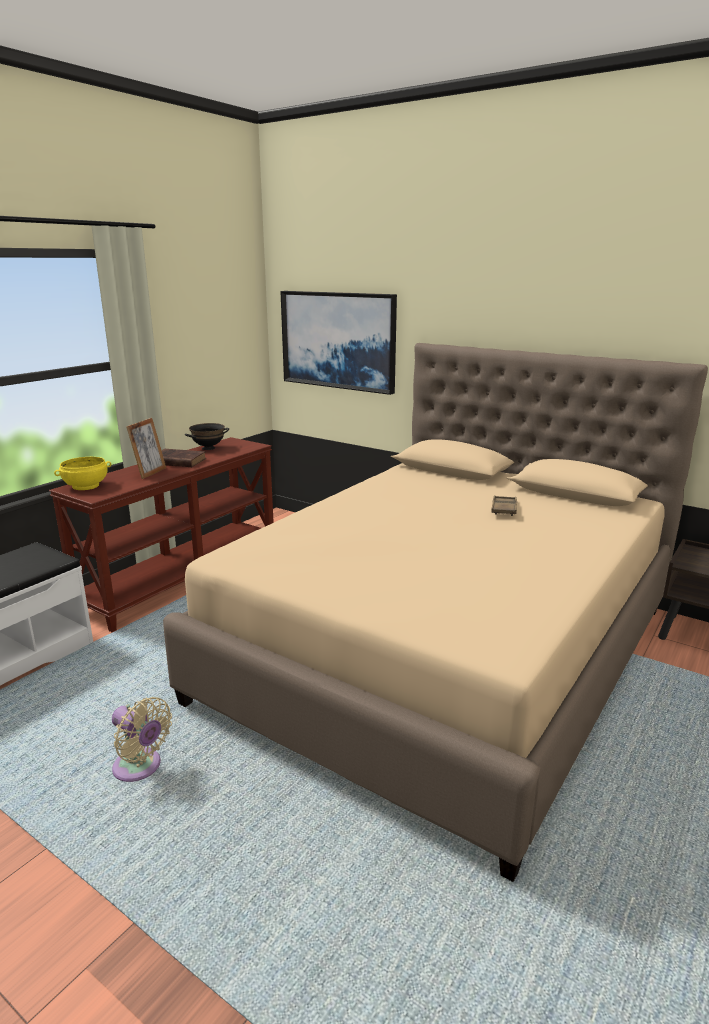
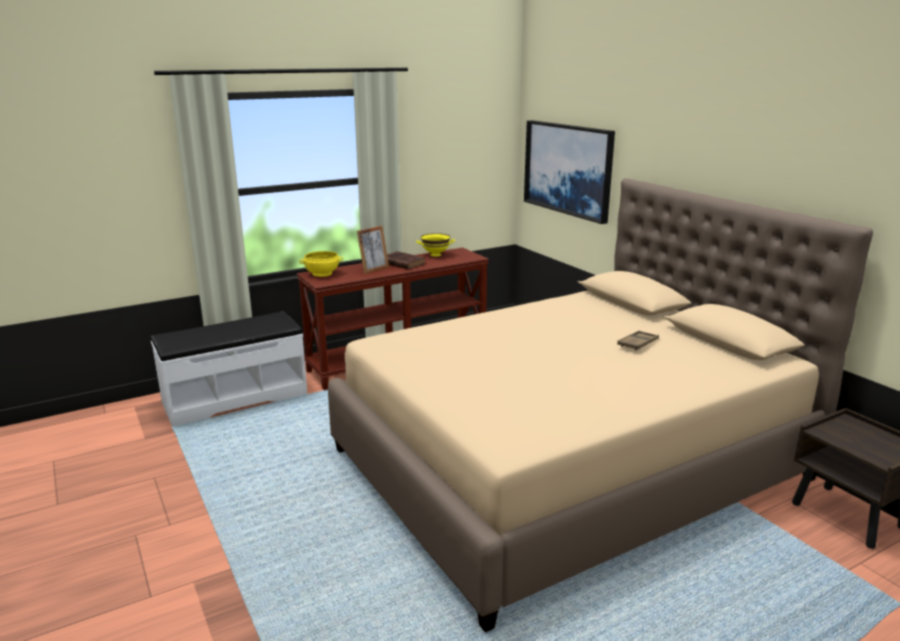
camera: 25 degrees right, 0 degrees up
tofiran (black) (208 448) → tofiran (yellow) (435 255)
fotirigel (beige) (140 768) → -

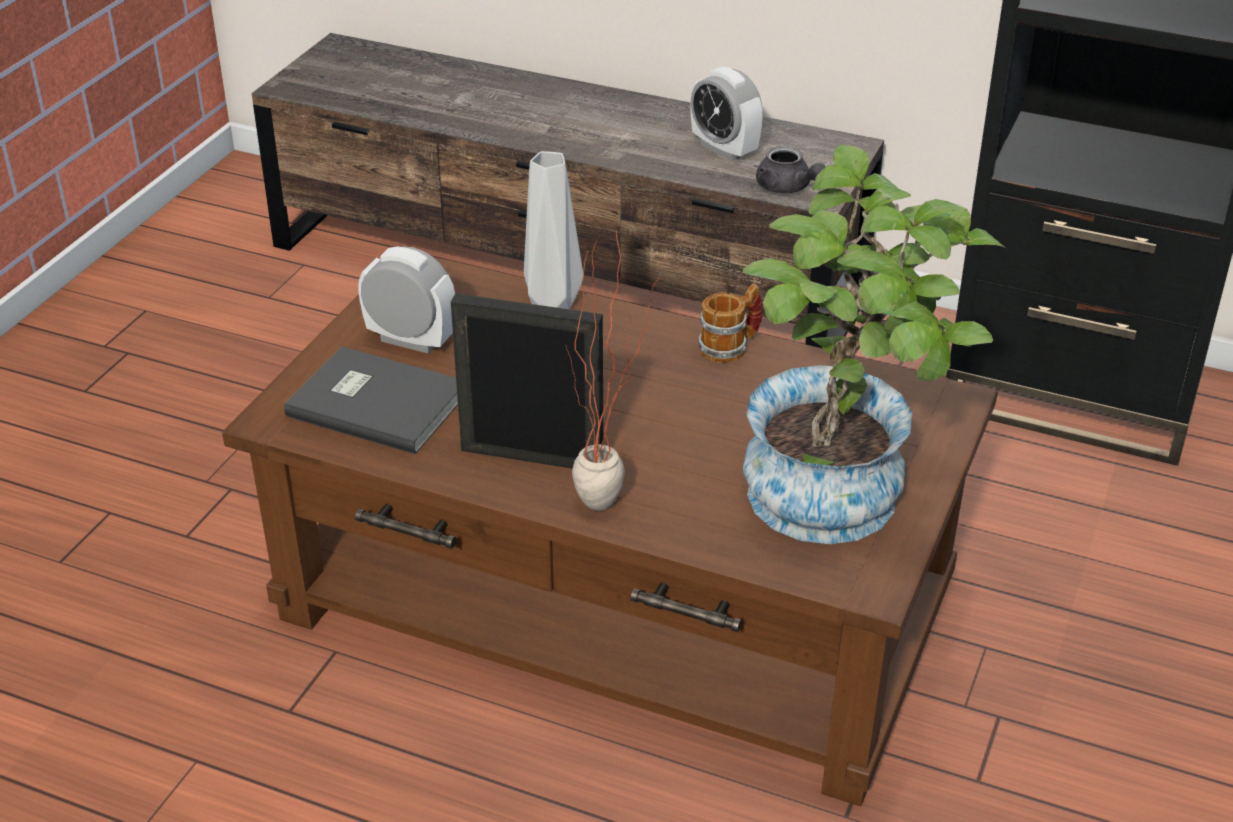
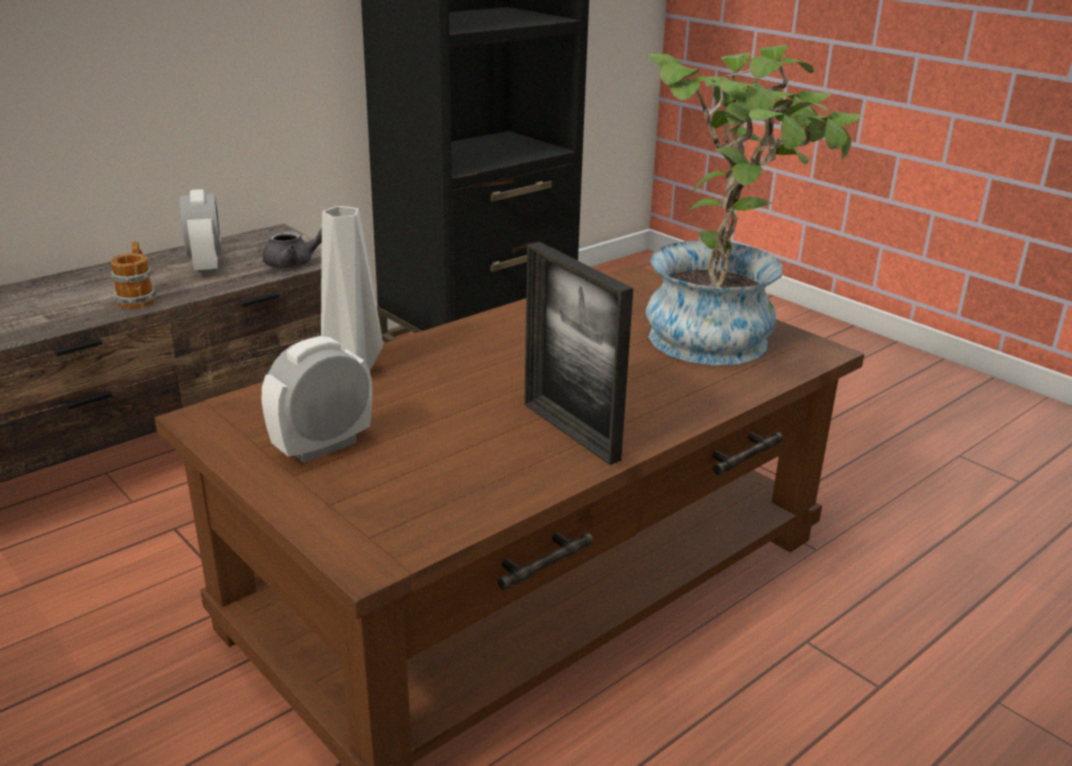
camera: 65 degrees left, 10 degrees down
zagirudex (724 149) → zagirudex (206 267), 90 degrees counterclockwise
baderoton (613 509) → -
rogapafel (730 347) → rogapafel (138 298), move
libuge (532 457) → libuge (570 431), 75 degrees counterclockwise
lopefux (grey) (377 402) → -

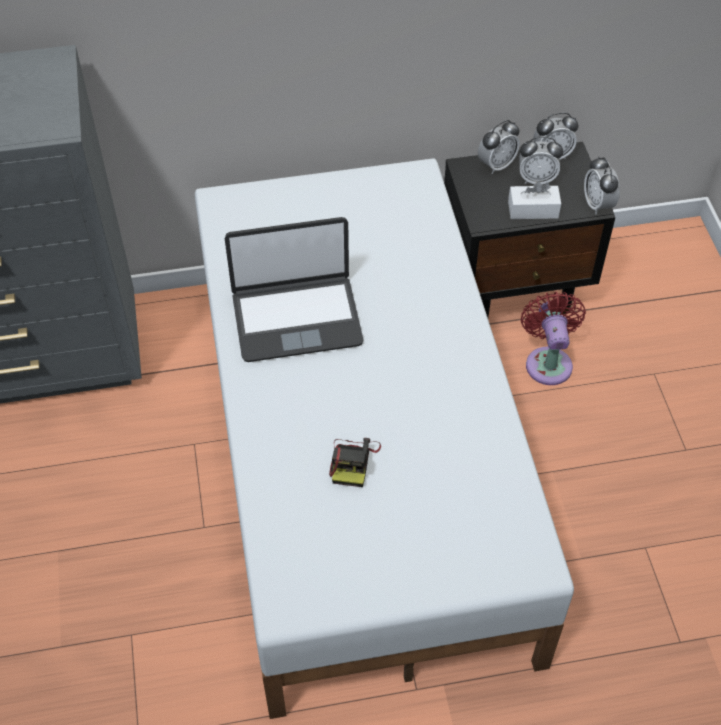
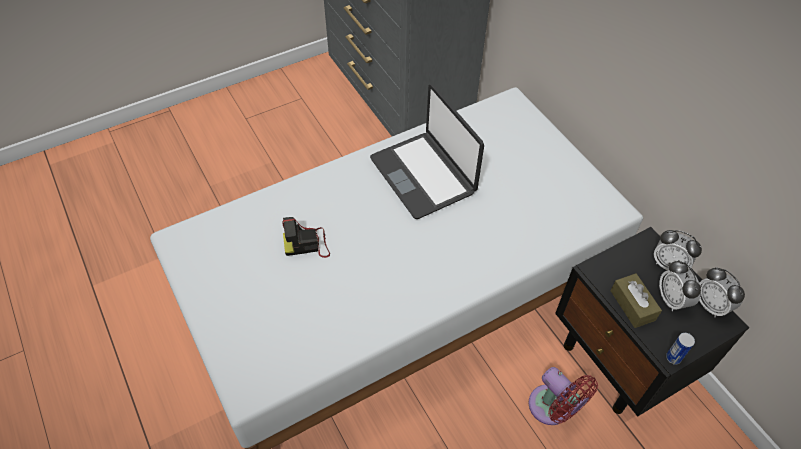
camera: 70 degrees right, 0 degrees up
zagirudex (597 204) → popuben (673 358)
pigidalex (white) (533 209) → pigidalex (brown) (632 305)
fotirigel (red) (548 361) → fotirigel (red) (553 409), 75 degrees clockwise

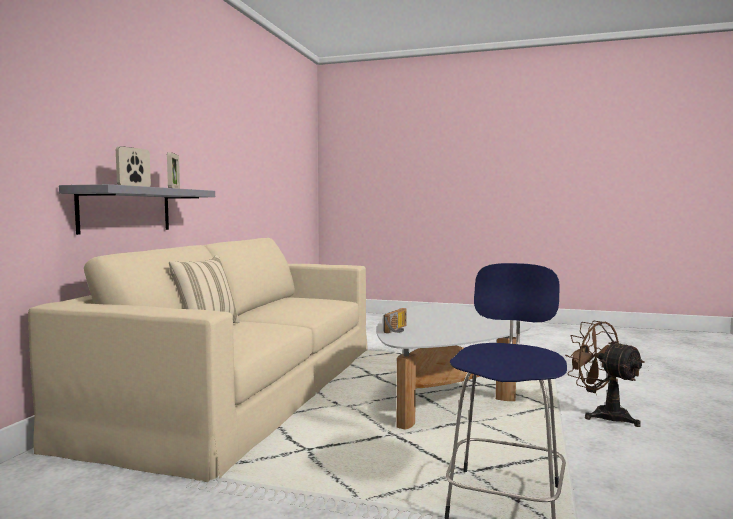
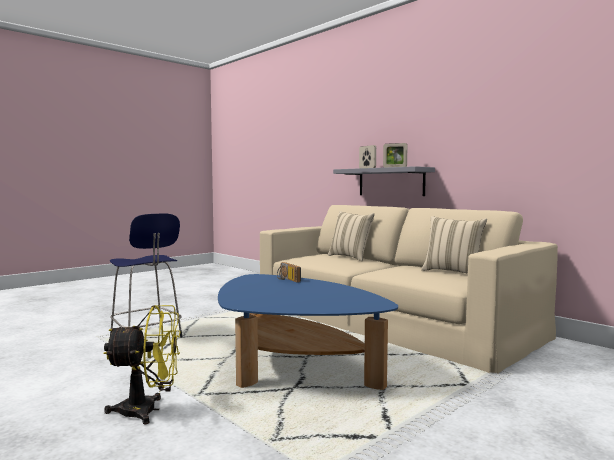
camera: 120 degrees right, 0 degrees up
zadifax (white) (444 395) → zadifax (blue) (293 366)
fotirigel (brown) (603 414) → fotirigel (yellow) (148 410)
- → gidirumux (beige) (453 272)

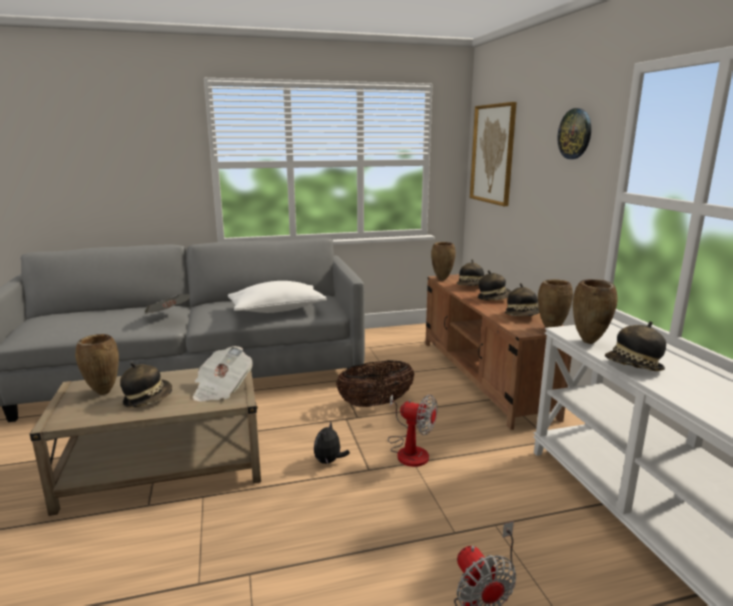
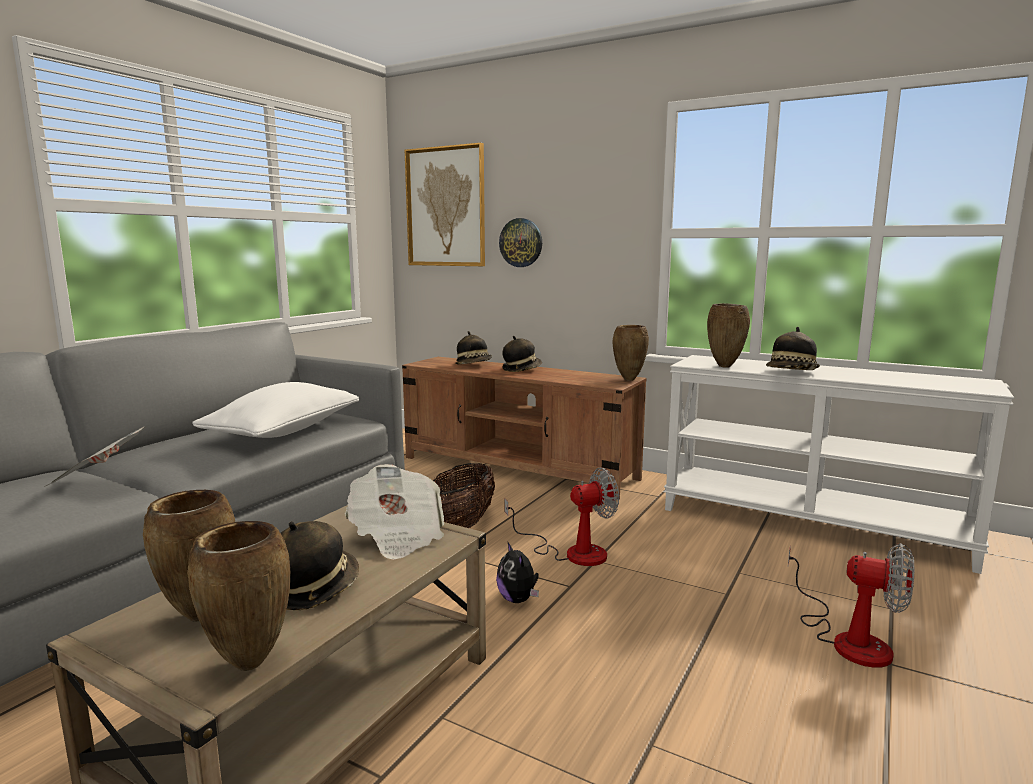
camera: 45 degrees left, 5 degrees down
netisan (575 134) → netisan (521 242), move
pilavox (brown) (441 279) → pilavox (brown) (248 665), move
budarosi (523 316) → -

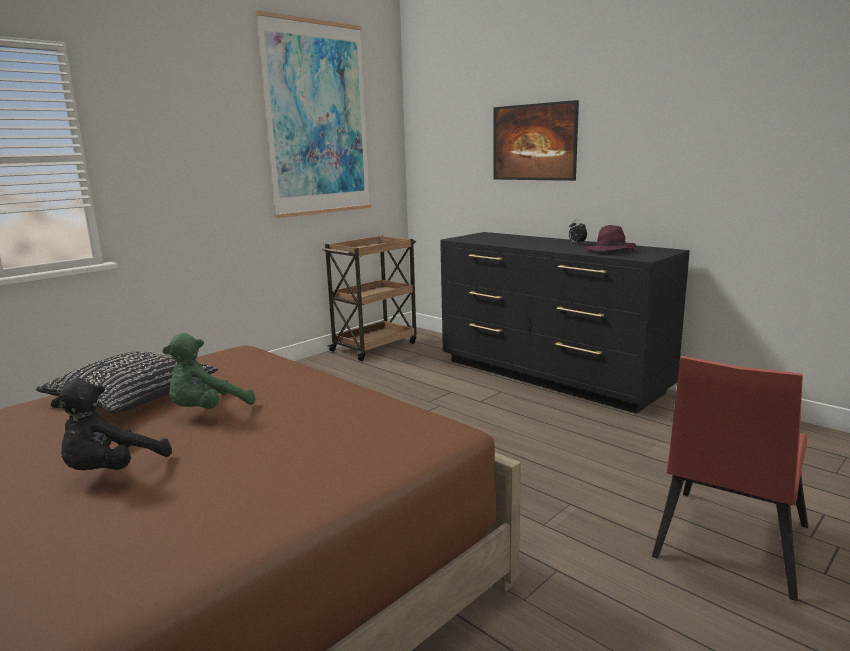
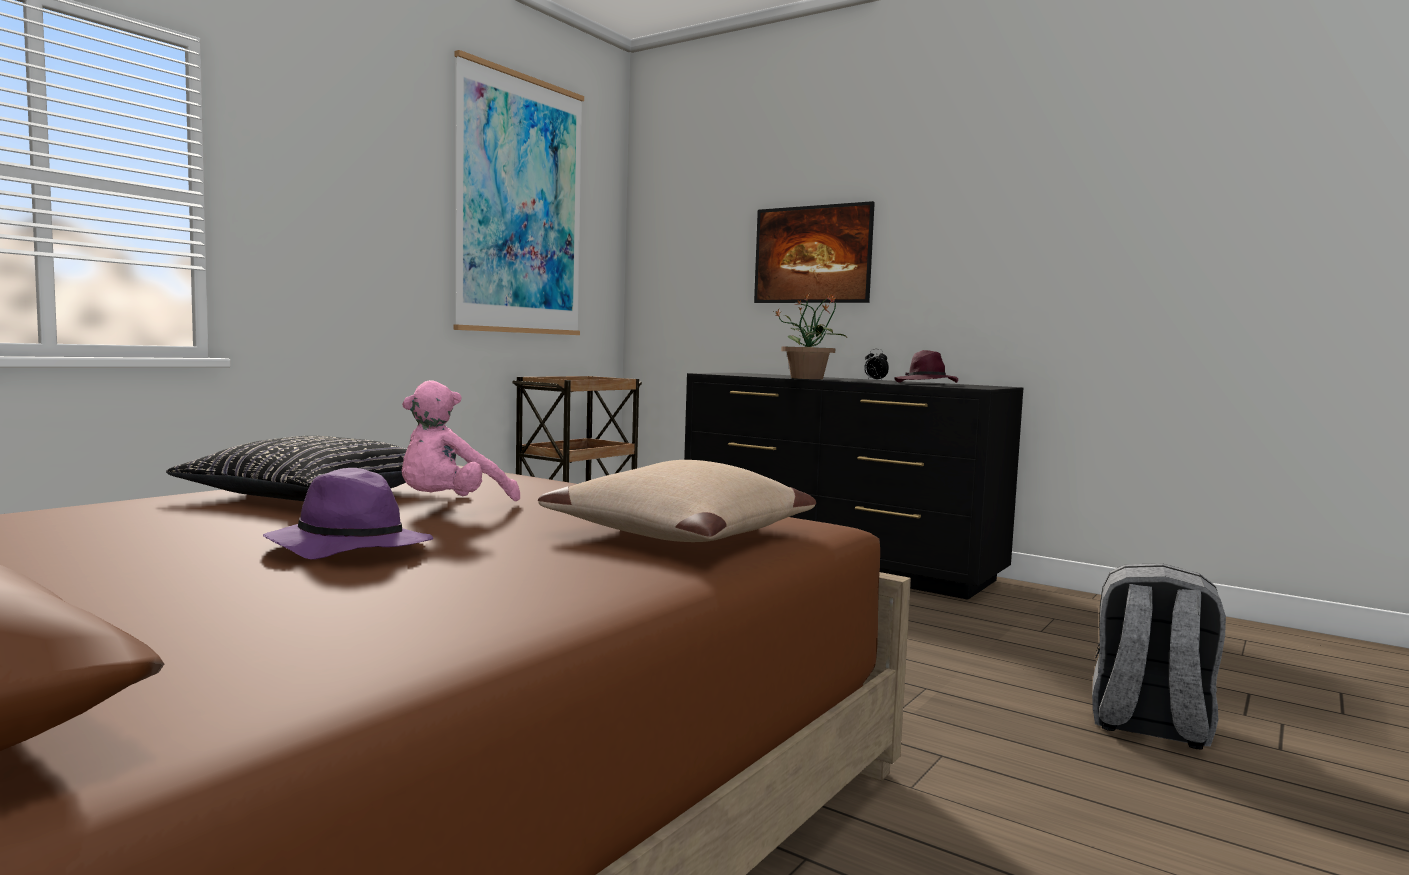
camera: 10 degrees left, 10 degrees down
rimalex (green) (207 411) → rimalex (pink) (450 507)
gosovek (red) (727 546) → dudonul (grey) (1148 726)
rimalex (black) (112 471) → budarosi (purple) (348 549)
- → baderoton (808 378)
- → gidirumux (beige) (683 533)

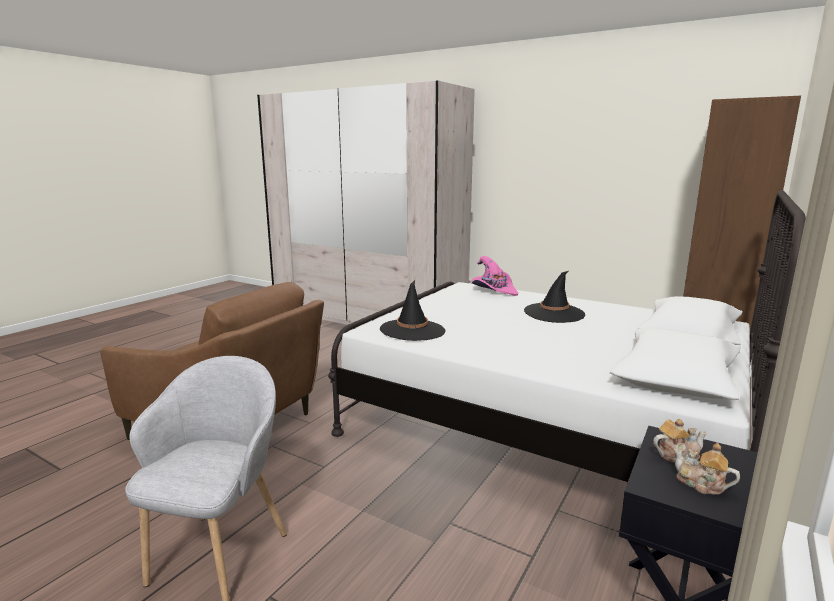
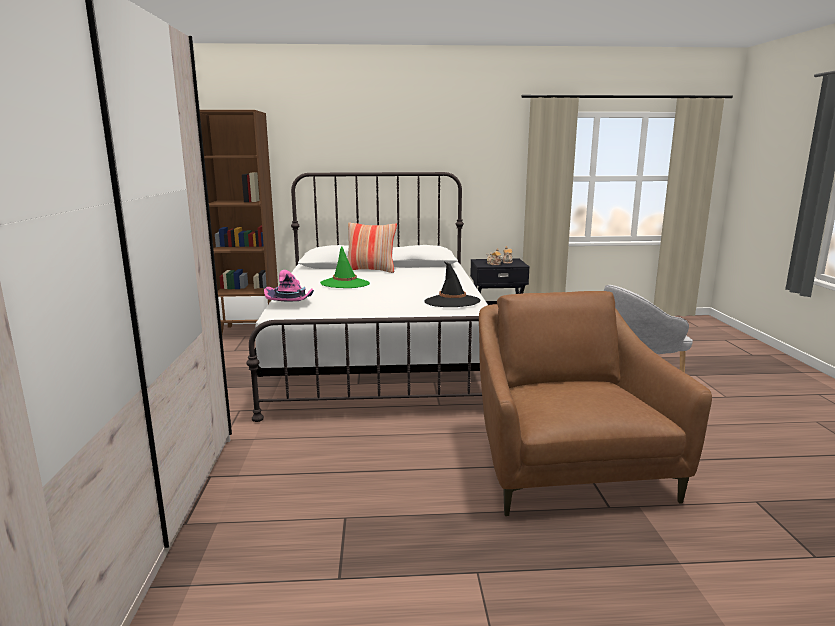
camera: 125 degrees left, 0 degrees up
budarosi (black) (554 313) → budarosi (green) (345 284)
- → gidirumux (371 270)

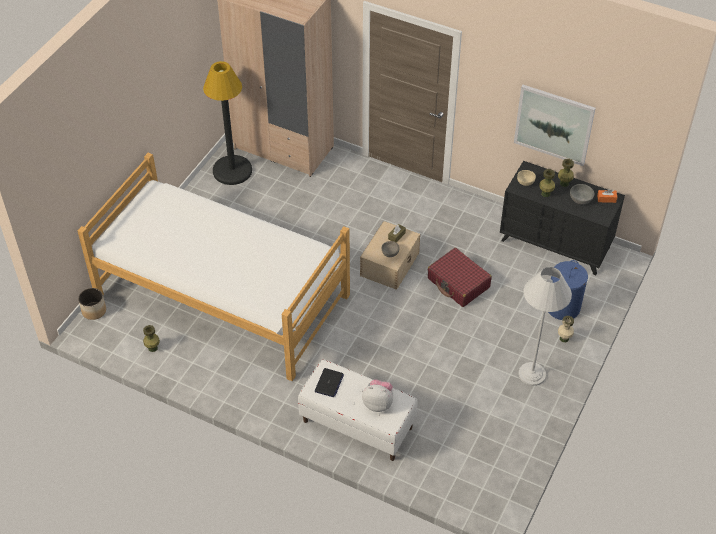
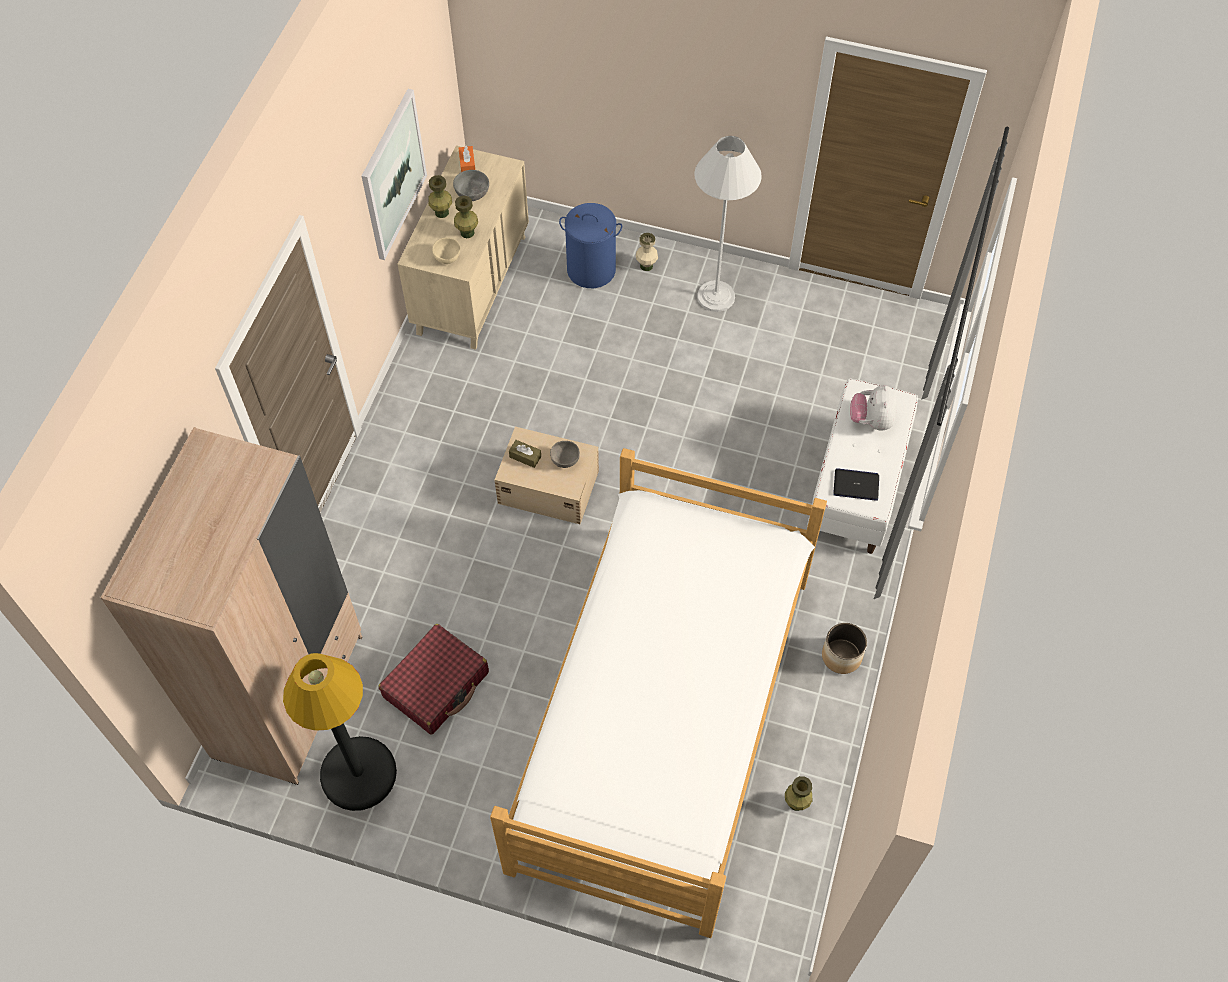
camera: 100 degrees left, 10 degrees up
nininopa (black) (555 244) → nininopa (beige) (472 284)
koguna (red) (458 283) → koguna (red) (436 685), move
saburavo (94 311) → saburavo (842 656), move

